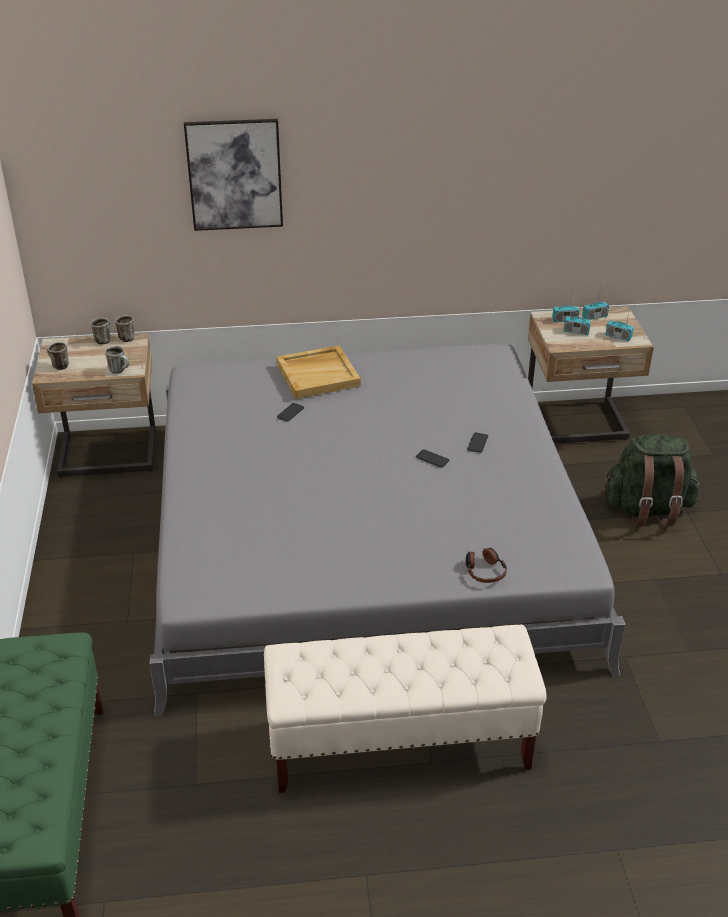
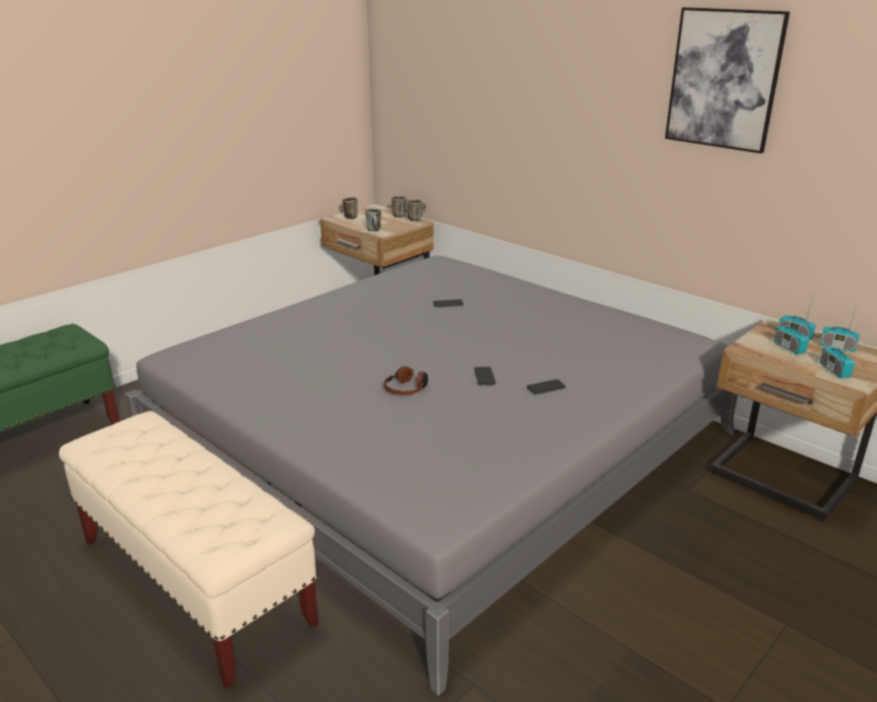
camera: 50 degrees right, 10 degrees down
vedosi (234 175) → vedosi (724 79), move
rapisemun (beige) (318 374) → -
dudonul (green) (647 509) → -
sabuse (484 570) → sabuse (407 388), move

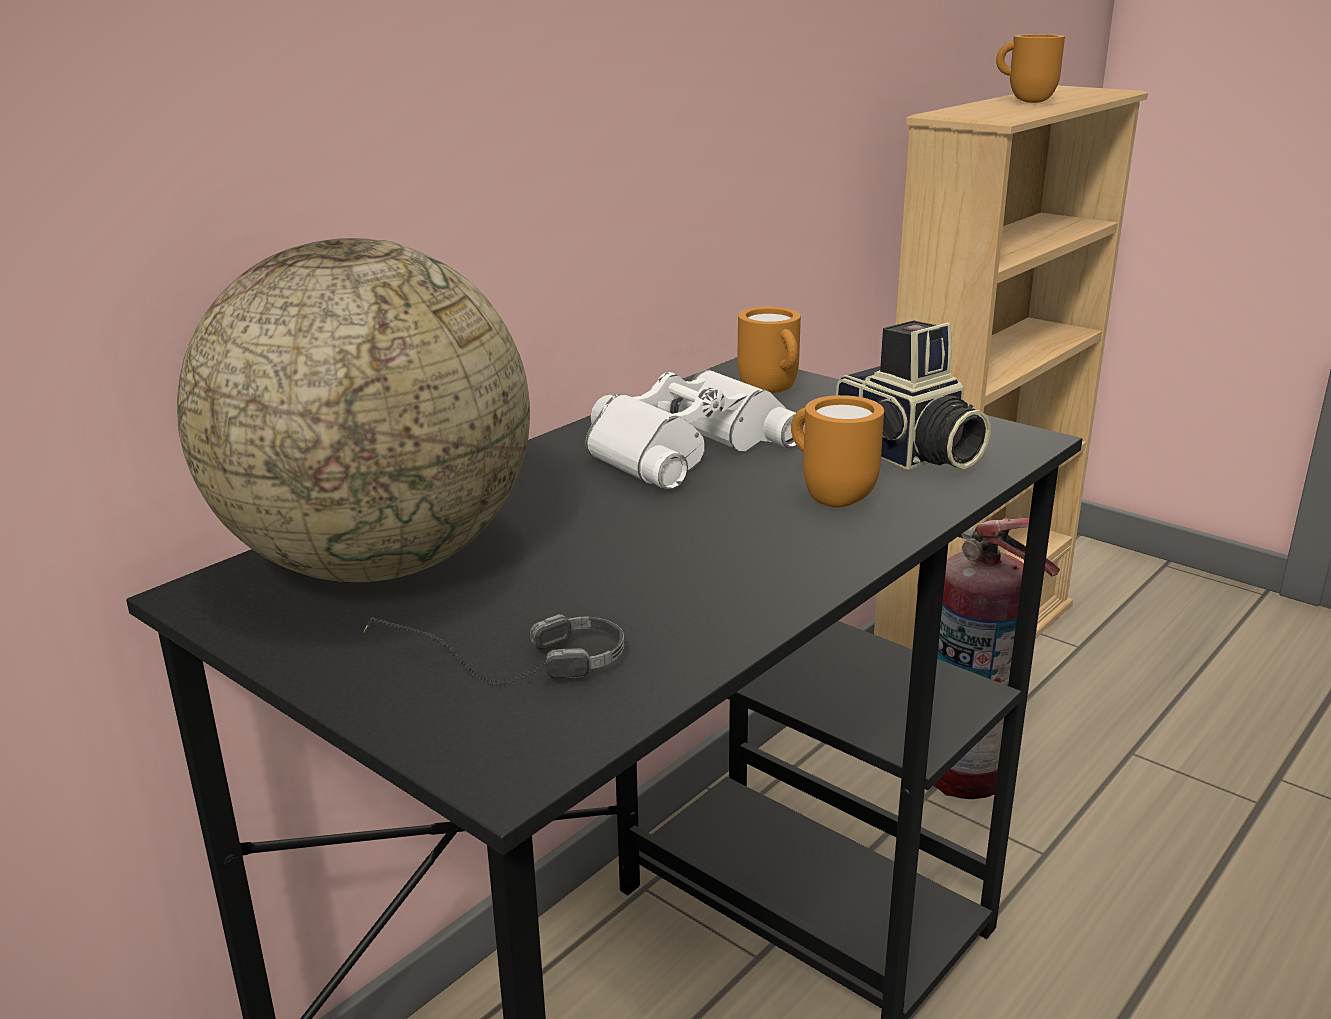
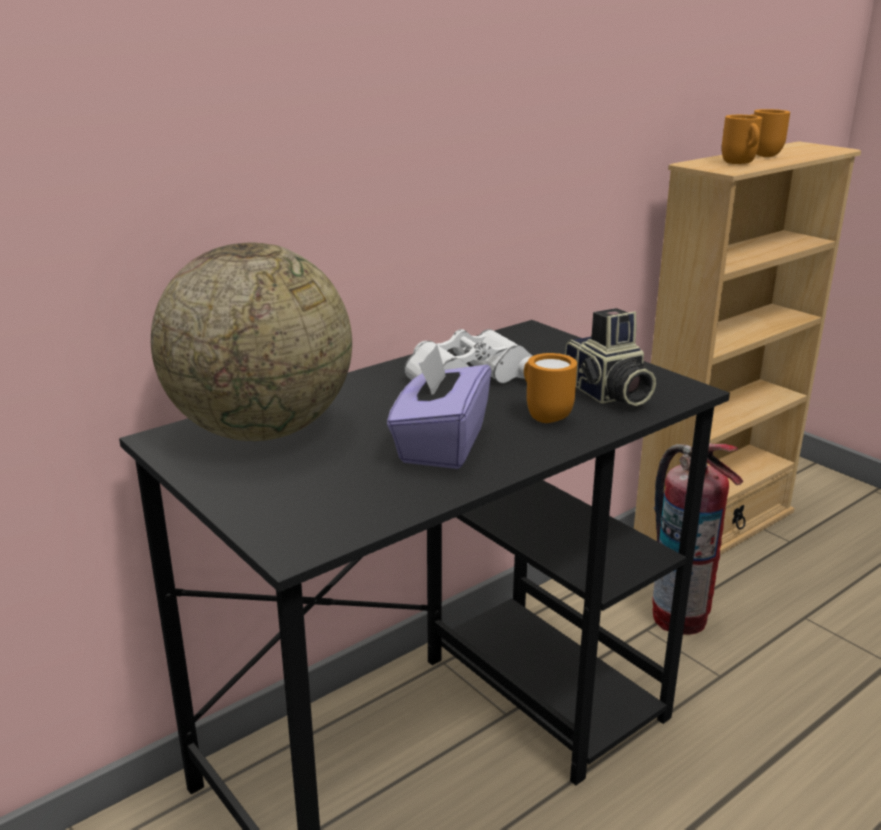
camera: 10 degrees right, 0 degrees up
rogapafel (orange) (772 393) → rogapafel (orange) (740 164), move
sabuse (502 672) → -
- → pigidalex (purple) (440 445)

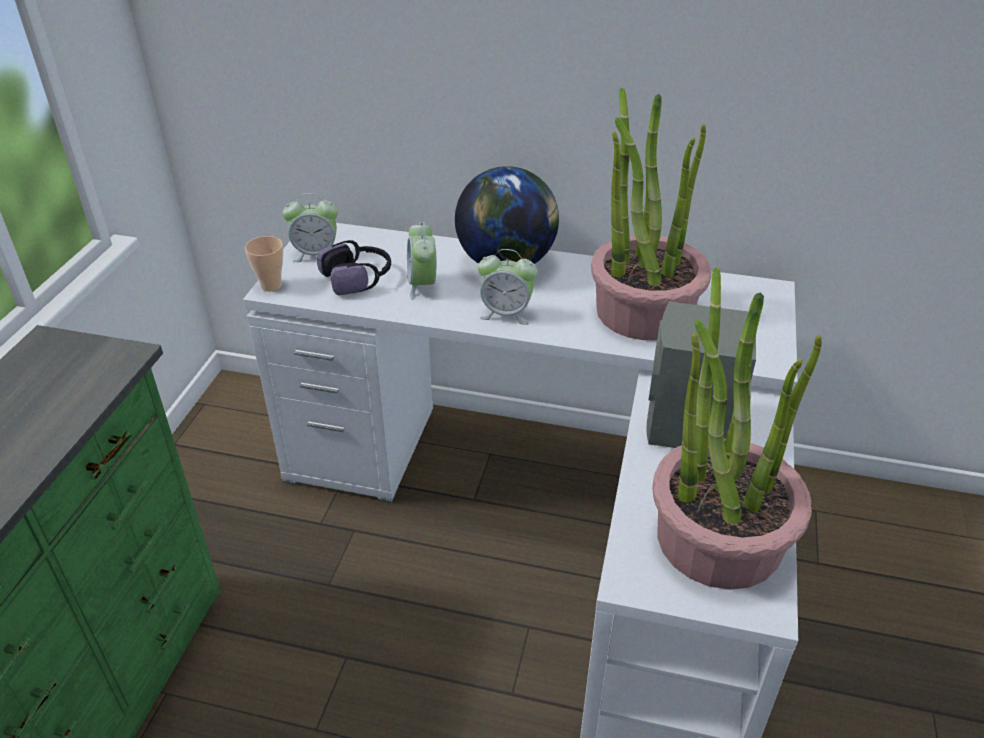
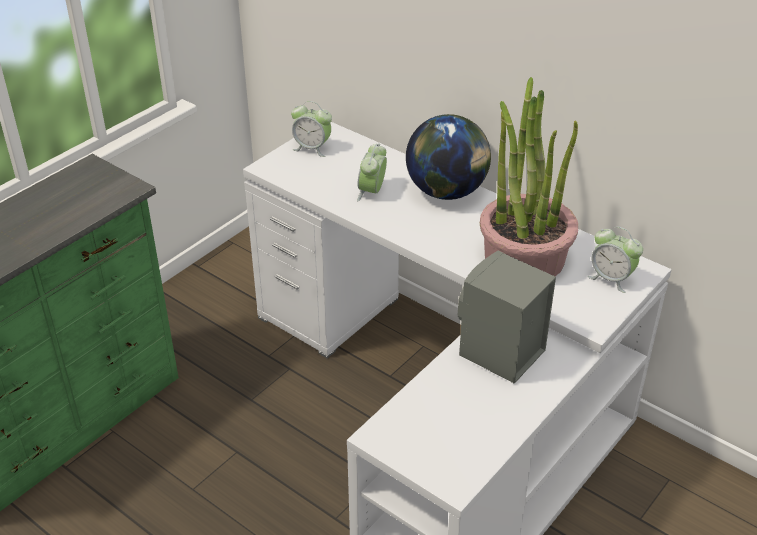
camera: 25 degrees right, 0 degrees up
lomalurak (271 285) → -
sabuse (358 278) → -
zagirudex (506 313) → zagirudex (611 279), move
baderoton (718 537) → -

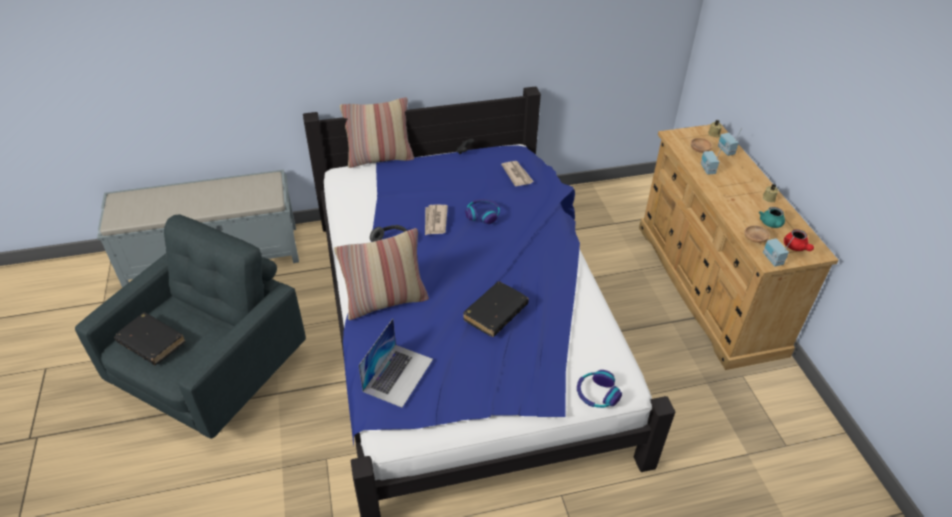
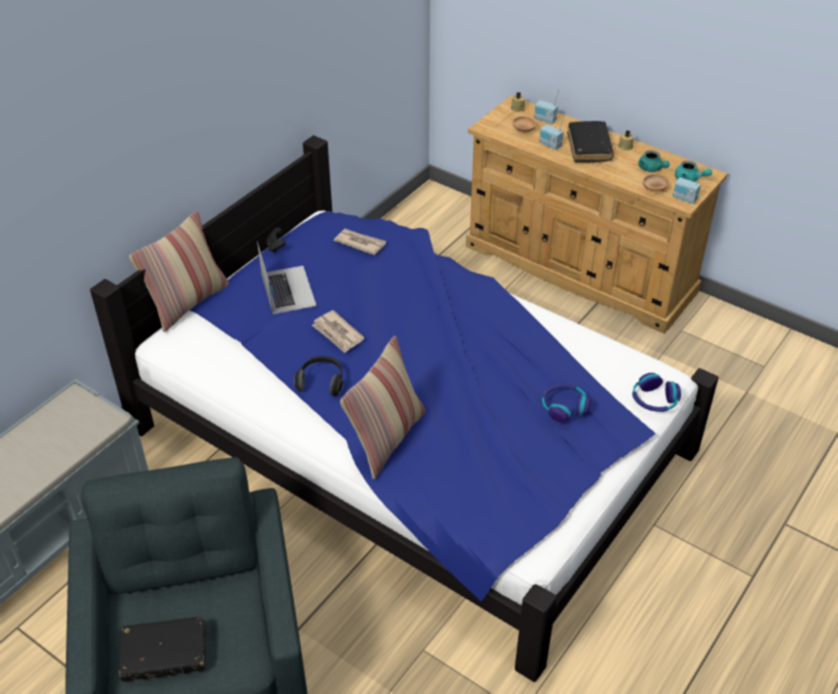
camera: 40 degrees left, 0 degrees up
sabuse (482 215) → sabuse (564 406), move
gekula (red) (796 247) → gekula (turquoise) (689 179)
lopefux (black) (495 313) → lopefux (black) (589 147), move
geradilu (398 374) → geradilu (287 289), move

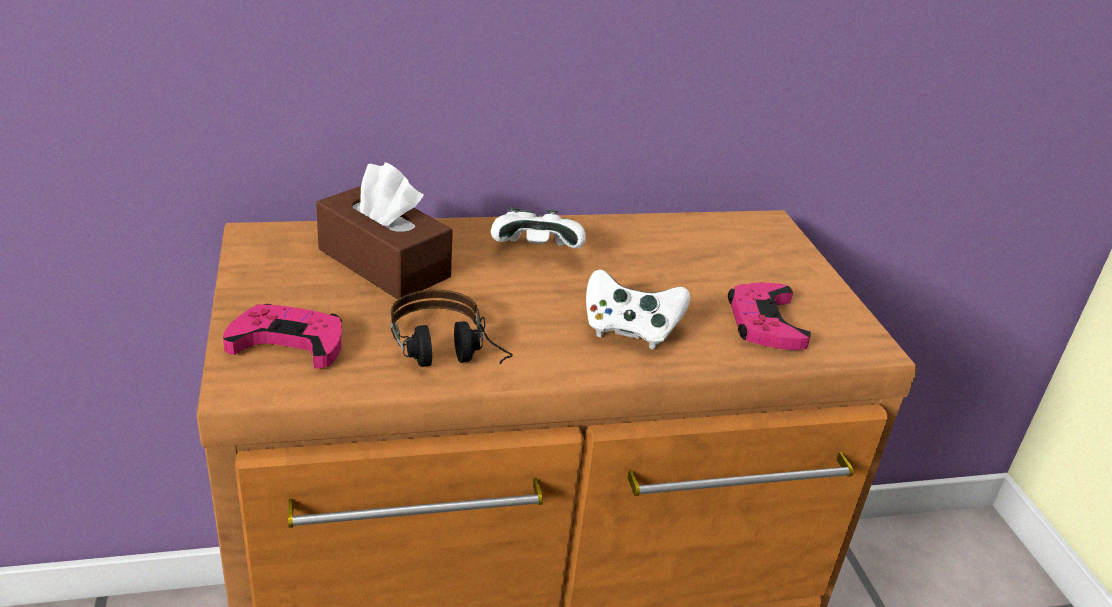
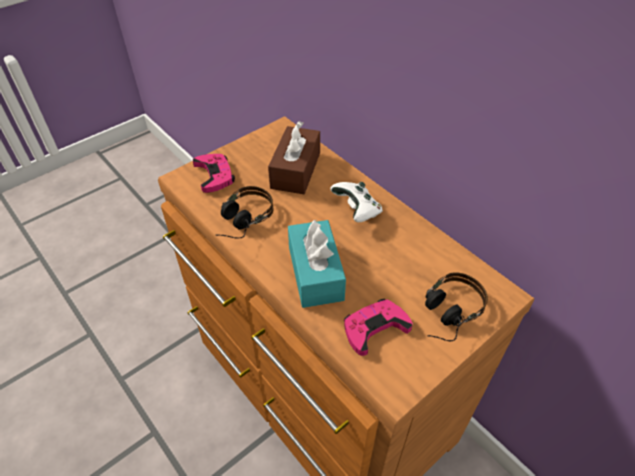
camera: 65 degrees right, 15 degrees up
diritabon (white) (629 330) → pigidalex (turquoise) (315 273)
- → sabuse (445 315)

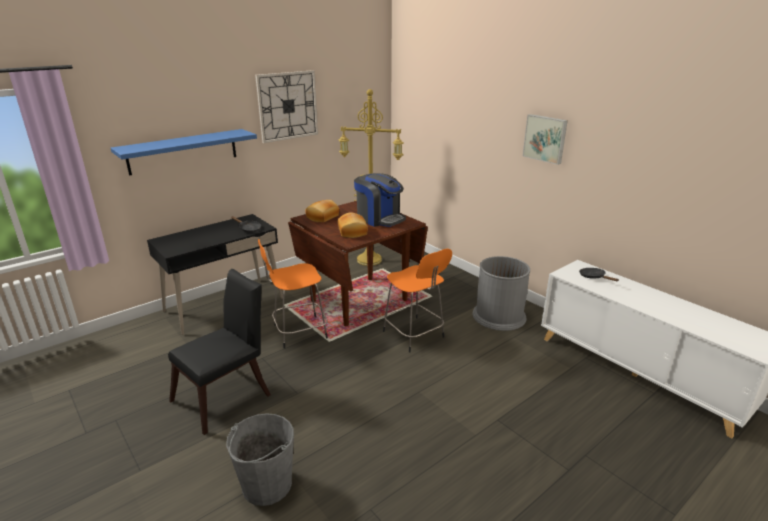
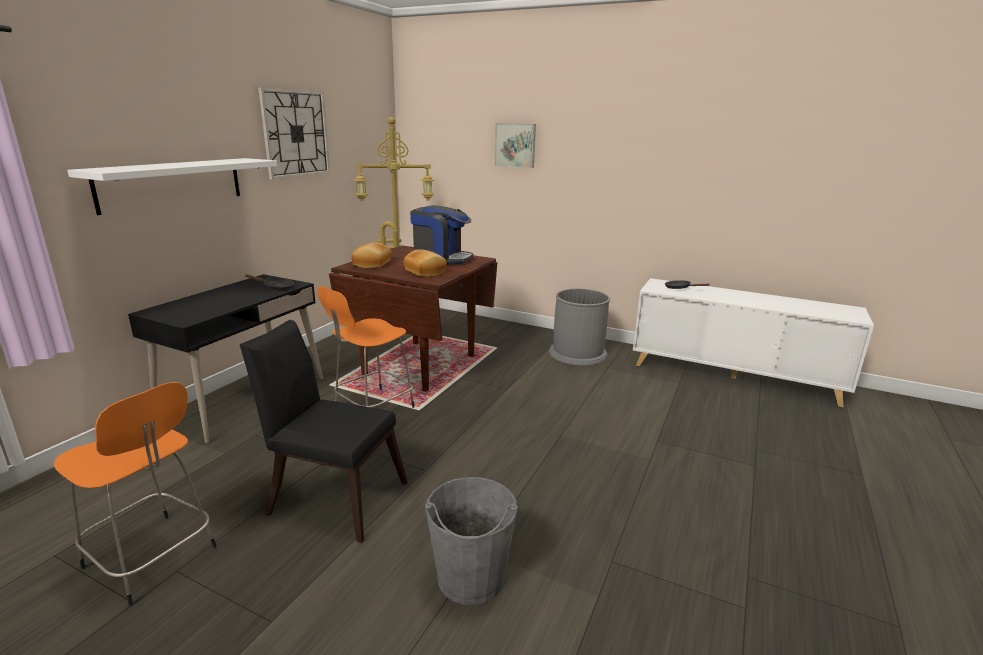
camera: 25 degrees left, 5 degrees down
vedosi (545 138) → vedosi (515 145), move
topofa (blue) (183 151) → topofa (white) (172 184)
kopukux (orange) (414 335) → kopukux (orange) (153 559), move
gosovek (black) (227 395) → gosovek (black) (332 495), 90 degrees counterclockwise

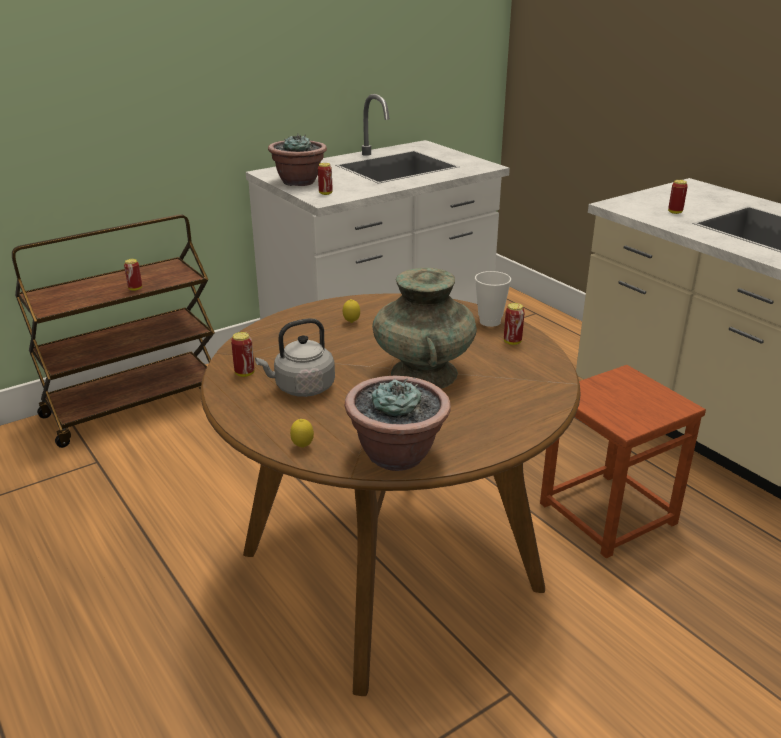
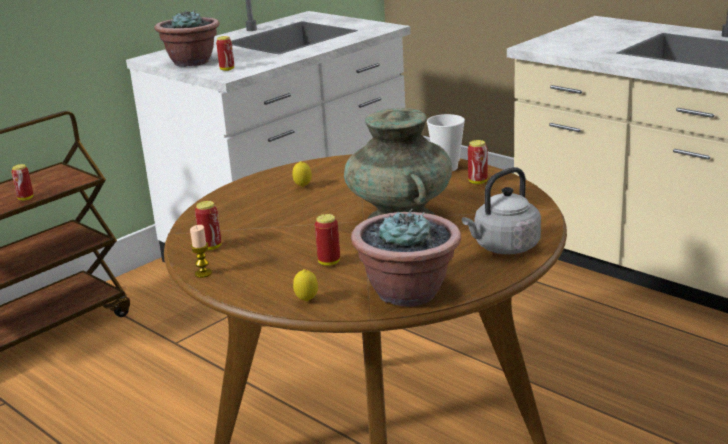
camera: 10 degrees left, 5 degrees down
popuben (675 212) → popuben (329 262), move
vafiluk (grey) (301 388) → vafiluk (grey) (504 247), move
kopukux (brown) (607 513) → -
- → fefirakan (203 273)

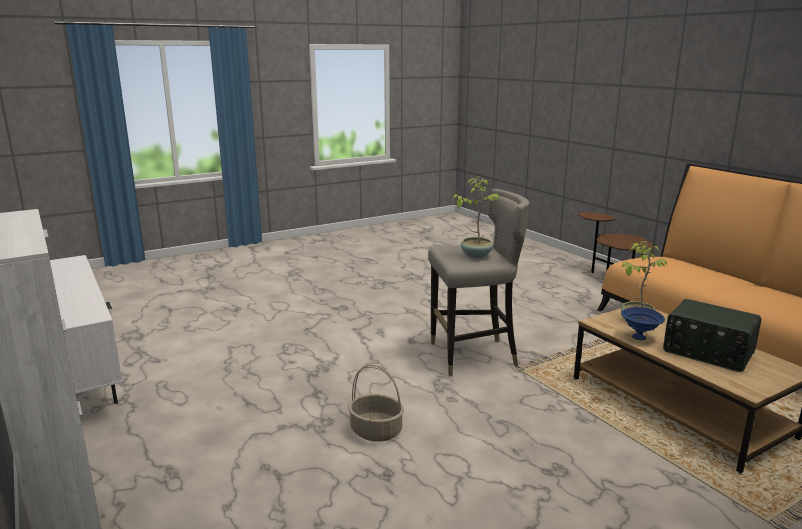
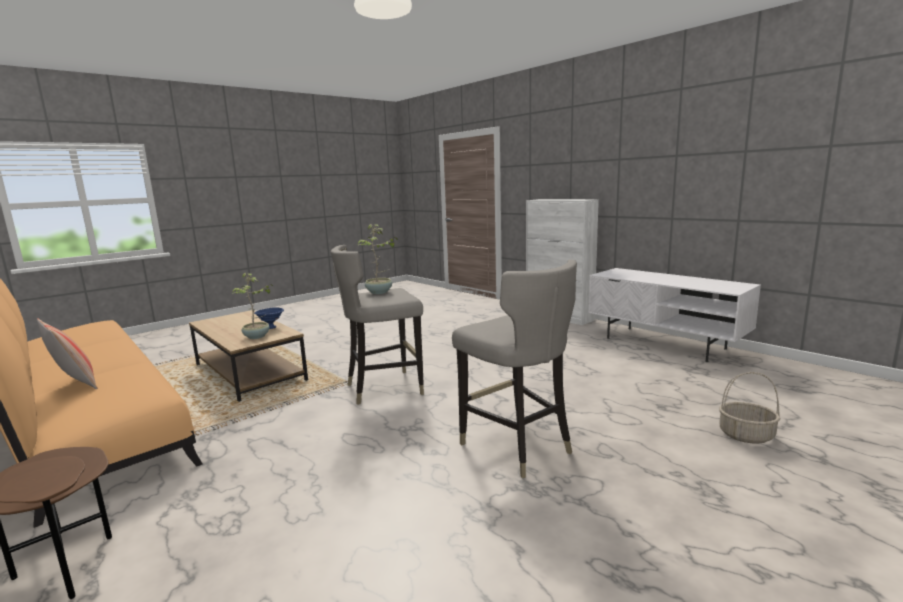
camera: 170 degrees right, 5 degrees down
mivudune (707 353) → -
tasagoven (377 431) → tasagoven (745 435), move
- → kopukux (grey) (517 447)
- → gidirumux (75 384)

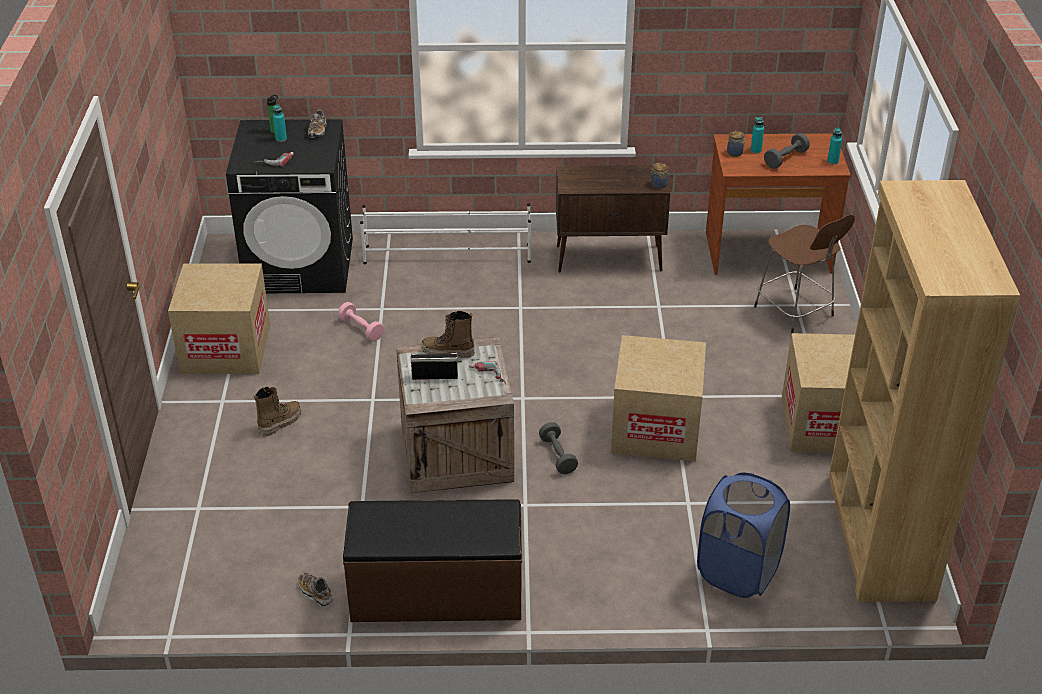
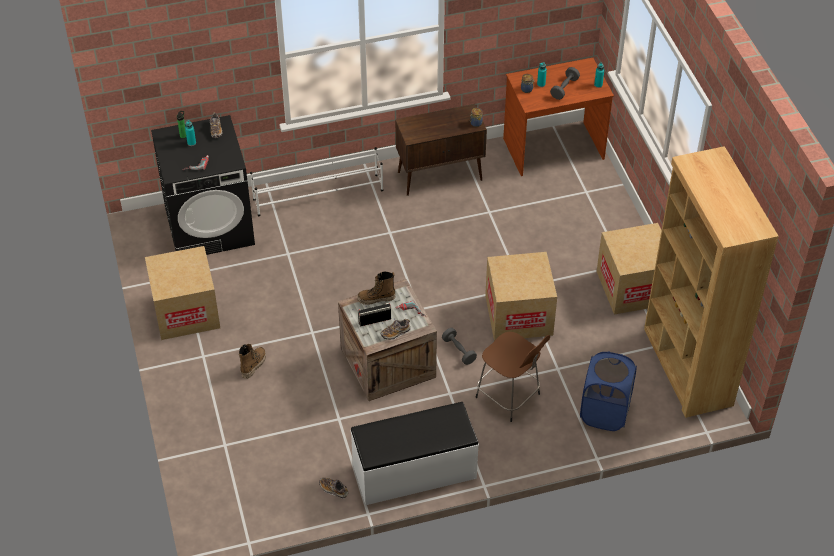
camera: 15 degrees left, 10 degrees up
kopukux (brown) (795 313) → kopukux (brown) (509 397), move
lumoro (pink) (361 329) → -
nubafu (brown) (437 593) → nubafu (white) (414 472)
- → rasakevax (395 333)

